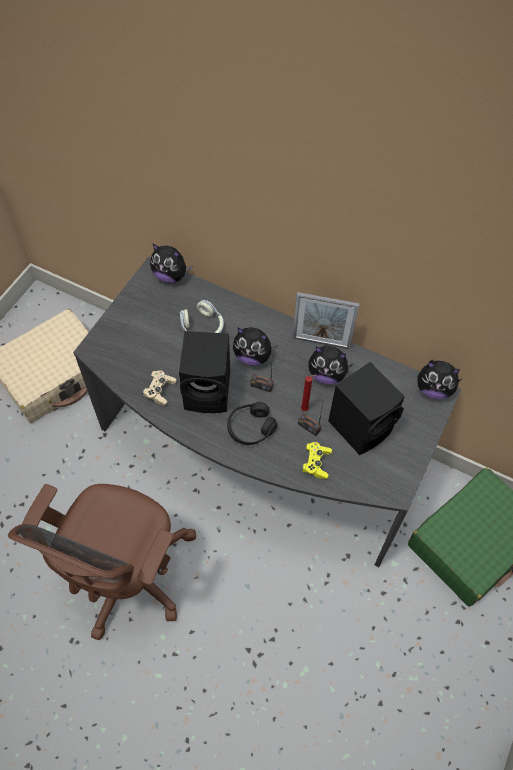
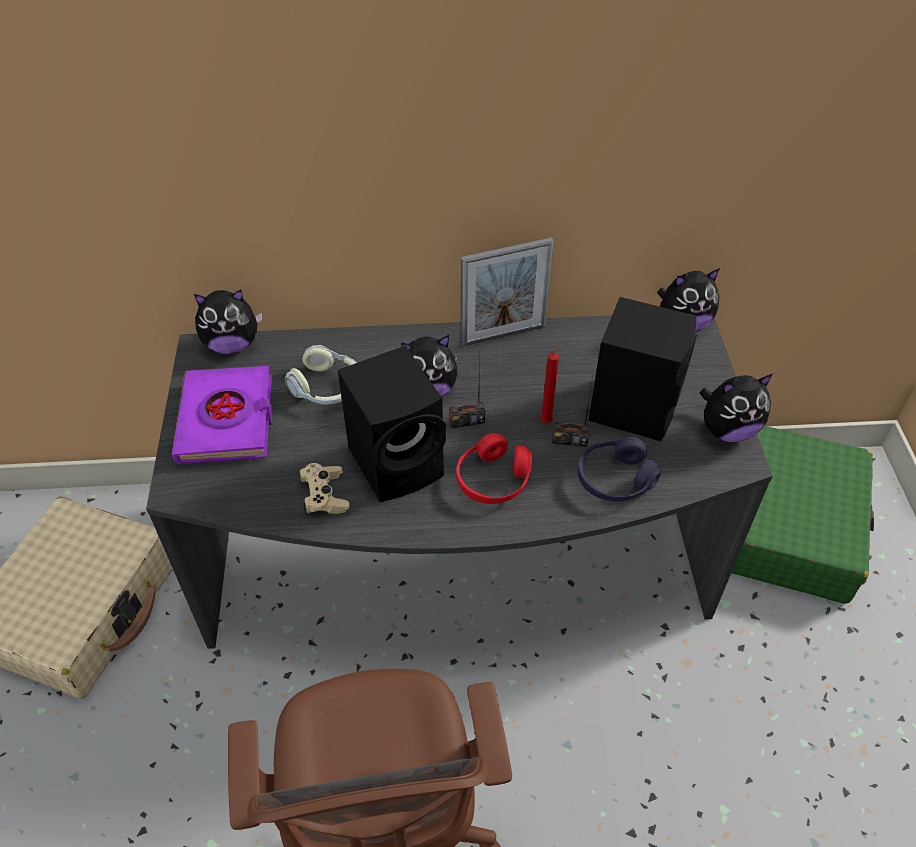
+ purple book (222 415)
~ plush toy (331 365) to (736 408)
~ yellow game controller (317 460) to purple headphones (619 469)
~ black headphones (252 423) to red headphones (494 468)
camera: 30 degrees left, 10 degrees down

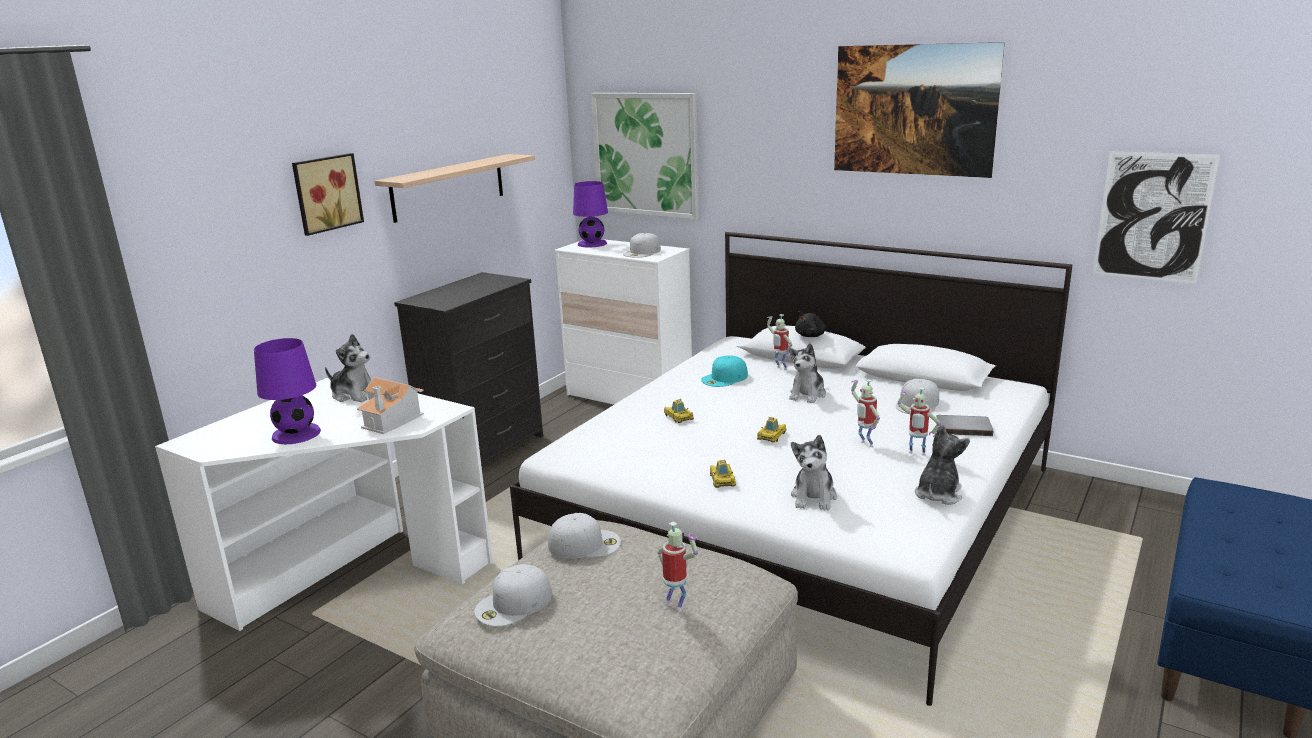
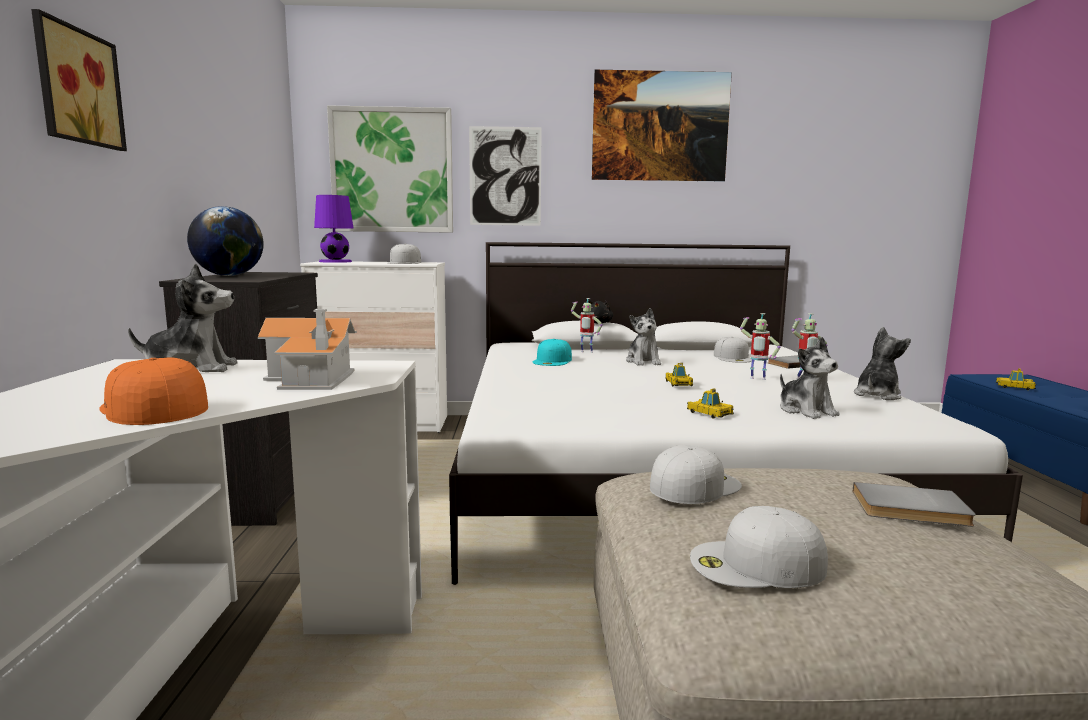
- shelf (454 188)
+ globe (225 241)
~ toy car (679 411) to (1016 379)
~ picture (1156 217) to (505 176)
~ purple table lamp (287 391) to orange cap (153 391)
~ toy robot (678 567) to grey book (914 504)
~ white cap (513 595) = (759 547) 75 degrees clockwise
~ plush toy (942 465) = (882 363) 45 degrees clockwise
camera: 35 degrees left, 10 degrees down

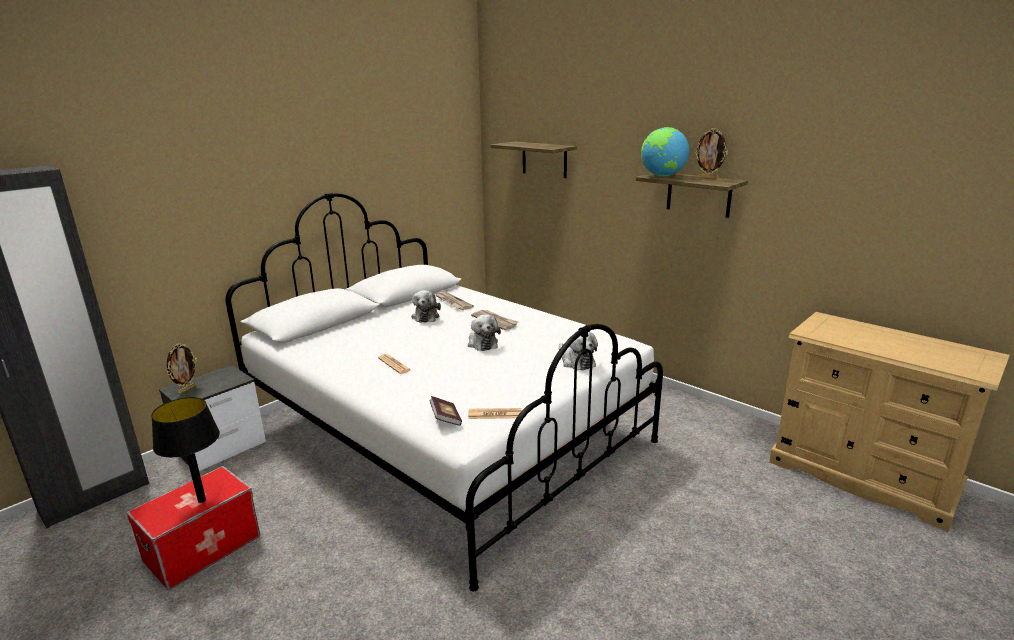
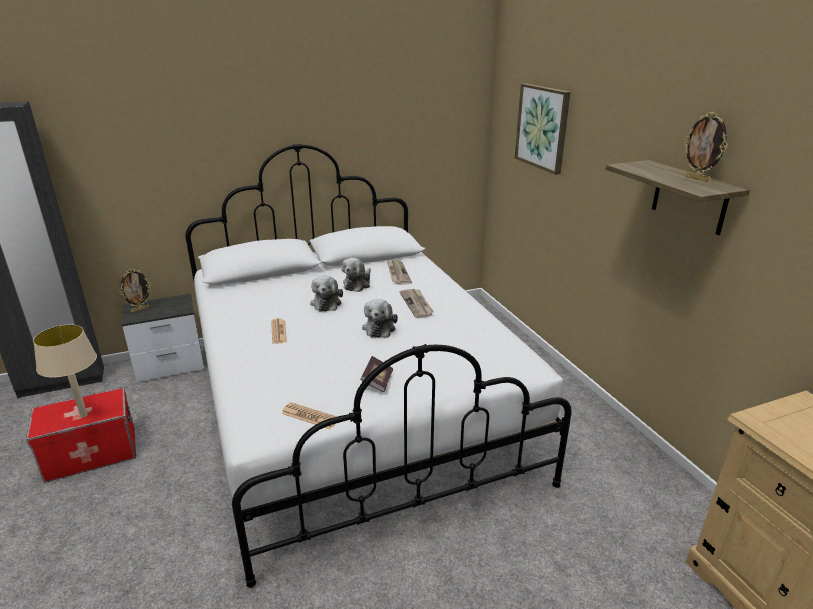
- globe (665 152)
~ book (445 411) to (376 374)
~ plush toy (578 351) to (326 293)
~ shelf (534 159) to picture (542 129)
~ black table lamp (185 450) to beige table lamp (65 371)
camera: 25 degrees right, 5 degrees up

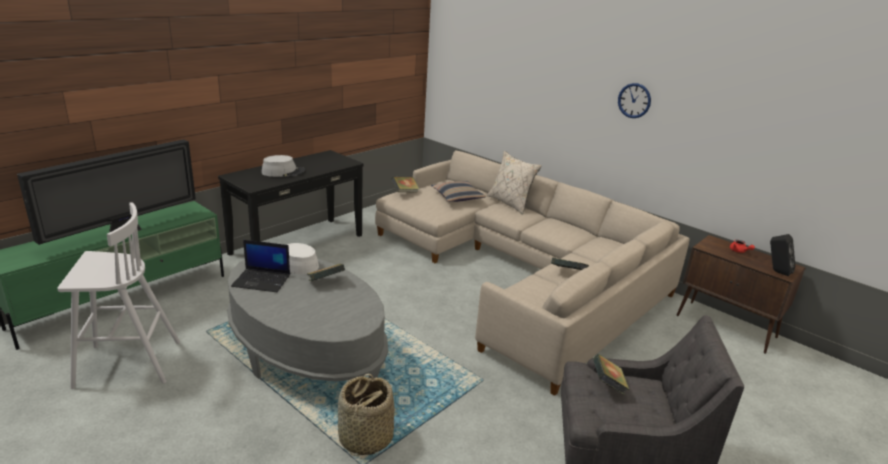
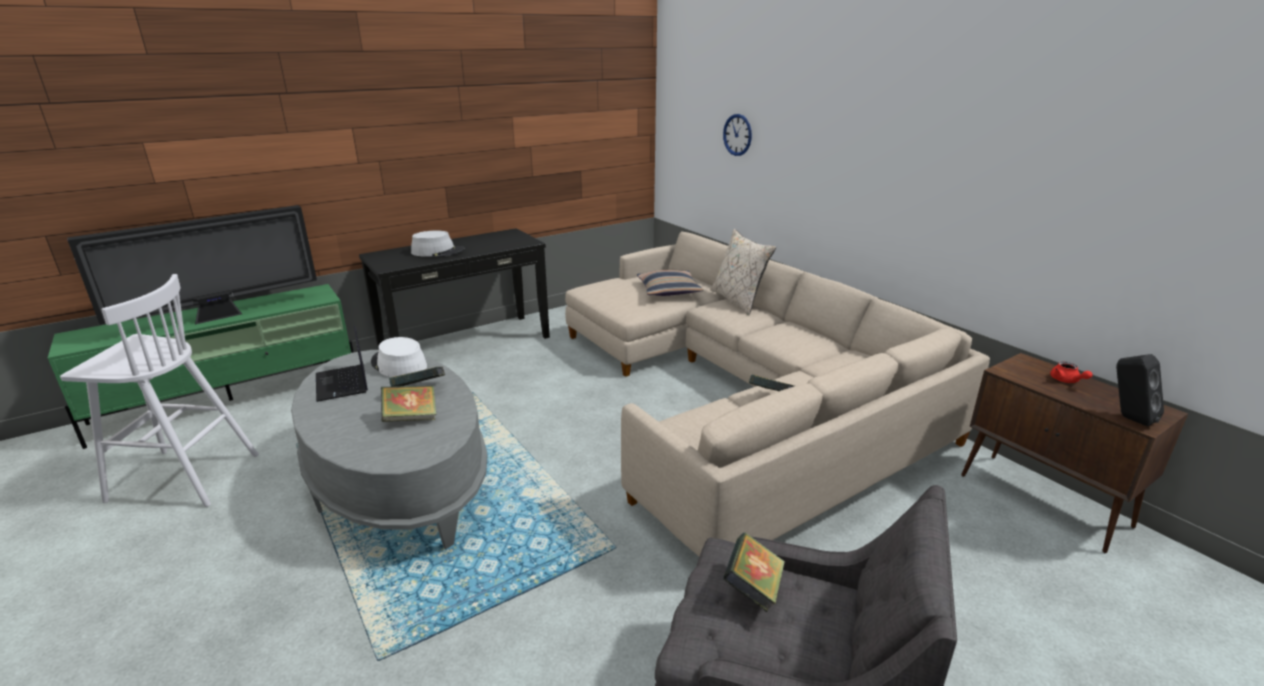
- basket (366 414)
~ book (405 185) to (408 403)
~ wall clock (634 100) to (737 135)
~ laptop (260 266) = (342 364) 45 degrees clockwise
camera: 15 degrees right, 0 degrees up

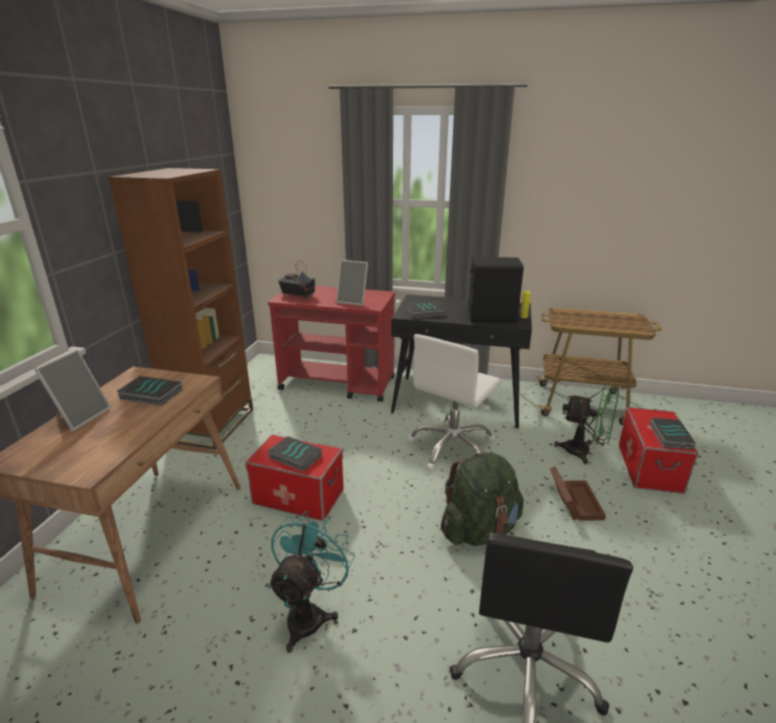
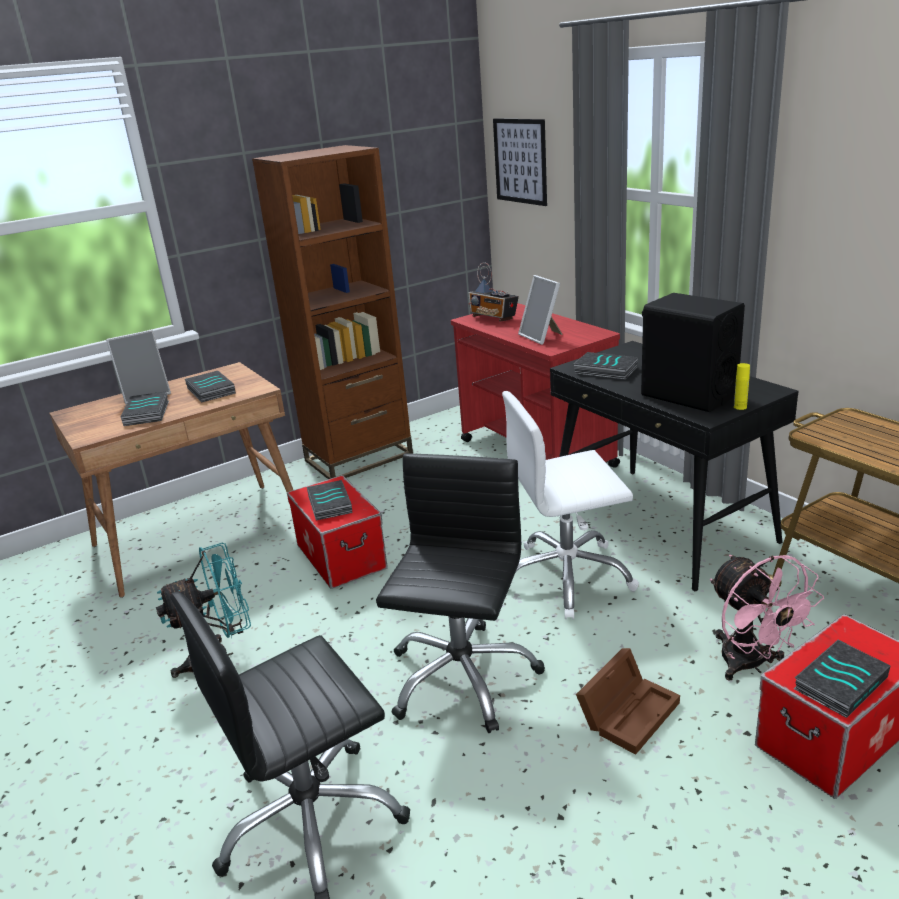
+ book (144 408)
+ picture (520 162)
~ green backpack (482 499) to black office chair (460 593)
~ green fan (586 425) to pink fan (767 618)
~ radio (297 279) = (493 292) 150 degrees clockwise
camera: 45 degrees right, 0 degrees up

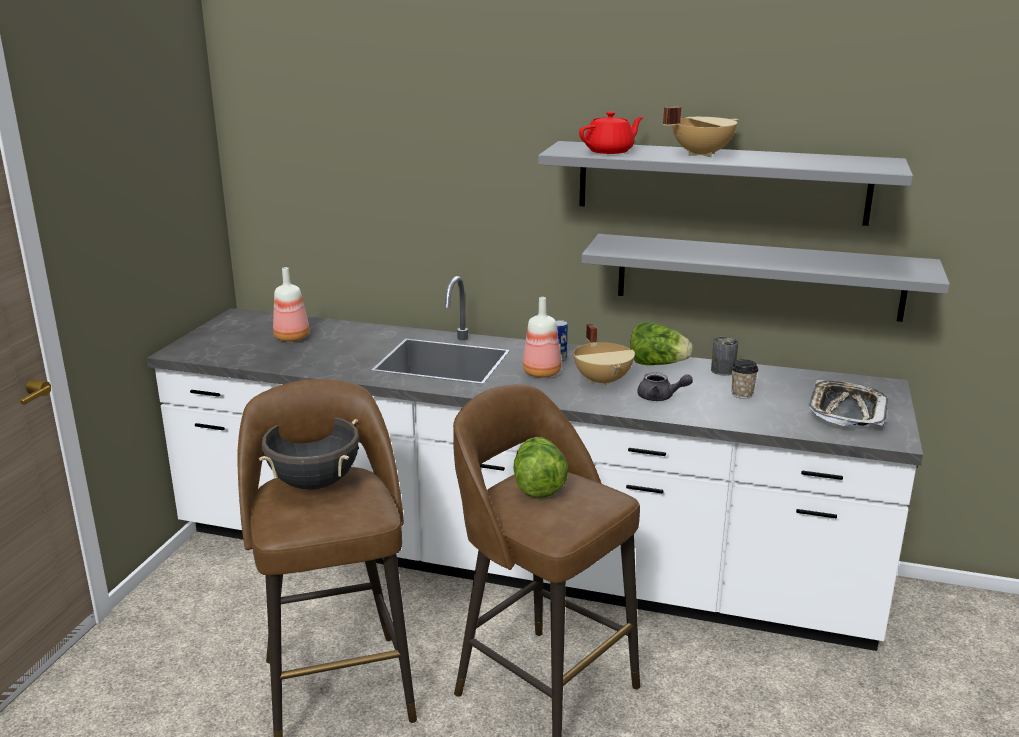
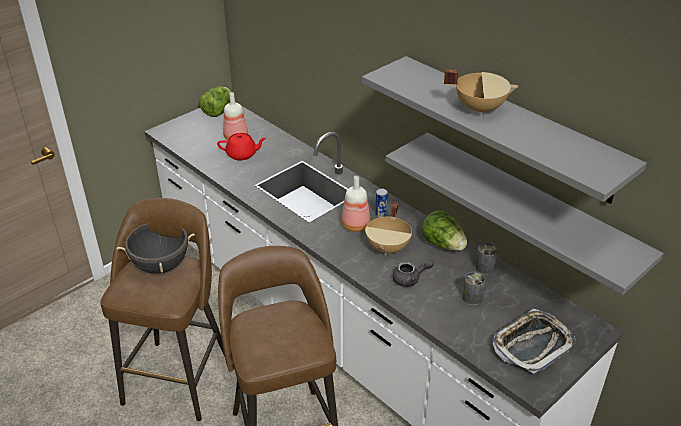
~ lettuce (540 467) to (215 102)
~ red teapot (611 133) to (241 147)
~ cup (745 379) to can (474 288)
~ grey teapot (665 386) = (413 273) 60 degrees counterclockwise
camera: 30 degrees right, 15 degrees up

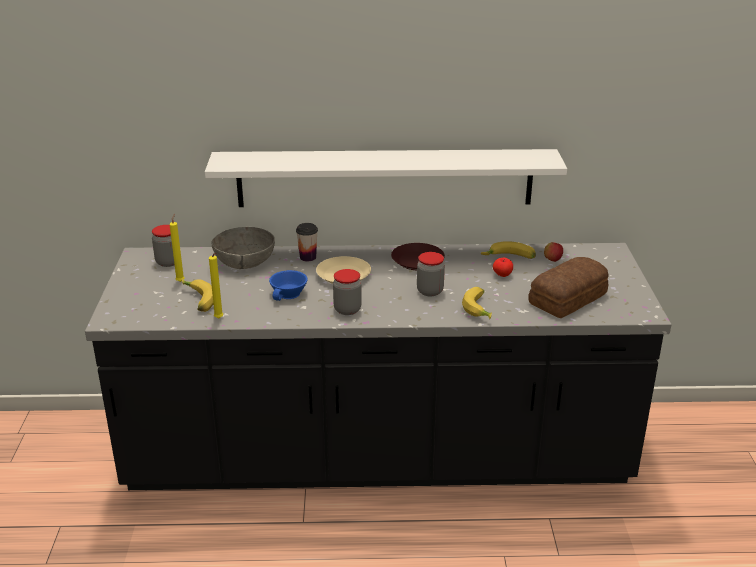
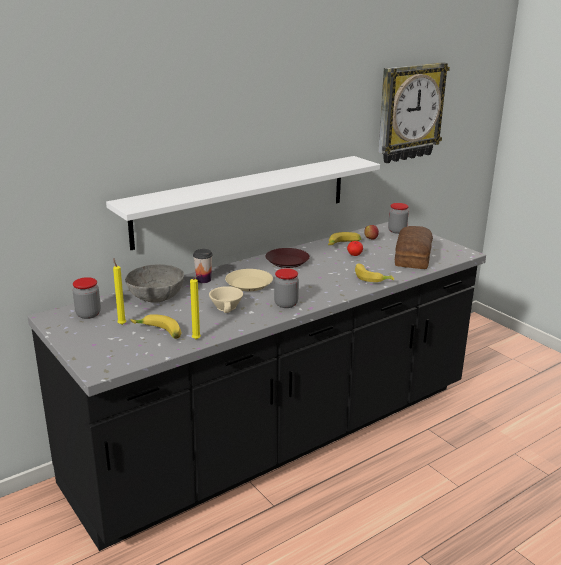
+ wall clock (414 112)
~ jar (431 274) to (398 218)
~ blue cup (288 285) to beige cup (226 299)
camera: 35 degrees left, 5 degrees down

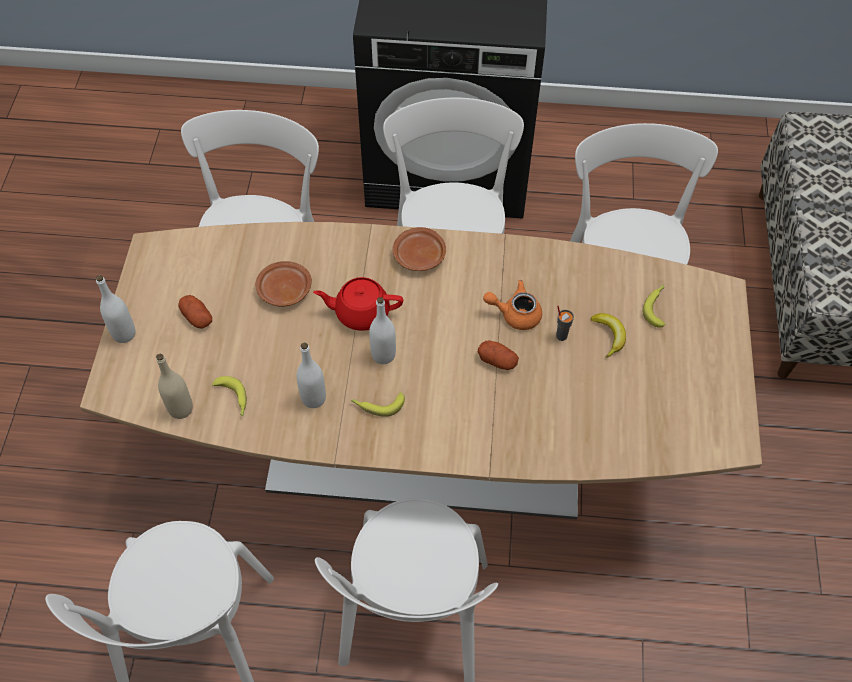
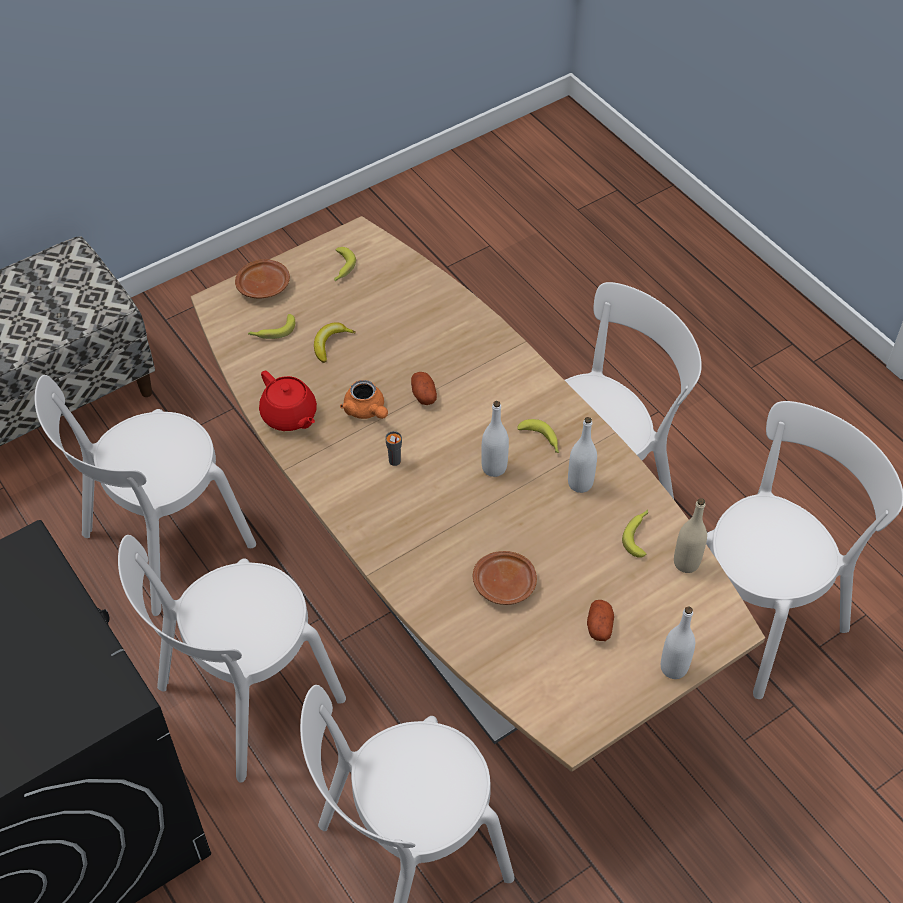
+ banana (345 264)
~ red teapot (358 304) to (288 401)
~ brown plate (419 249) to (262 279)
~ grey cup (565 323) to (393 448)
camera: 130 degrees left, 5 degrees down

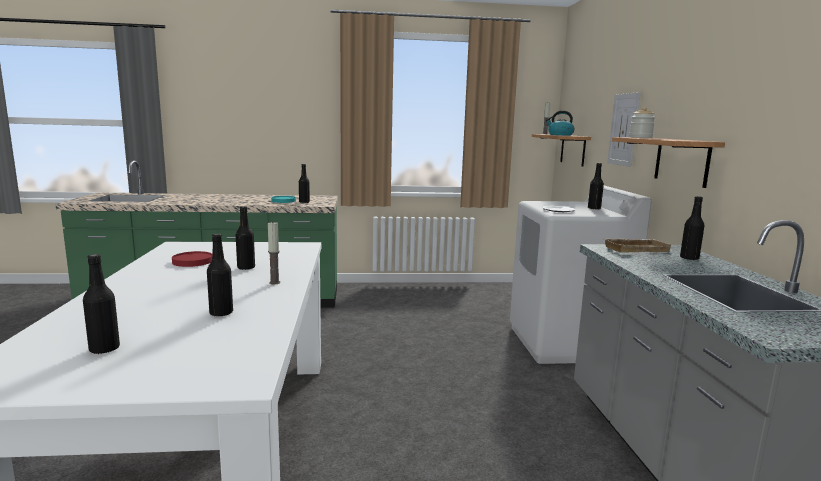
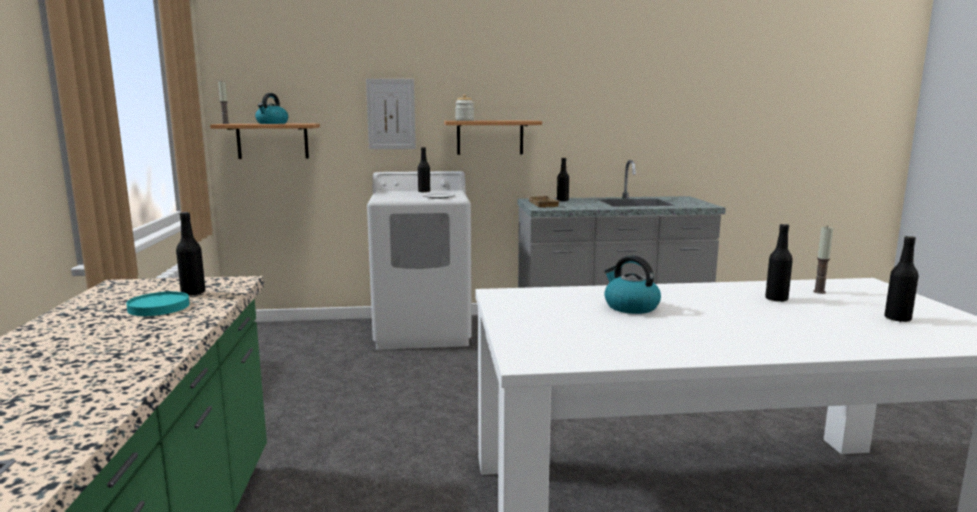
- red plate (192 259)
~ candle (274 253) to (823 259)
~ black bottle (245 238) to kettle (632 284)
camera: 90 degrees left, 0 degrees up

